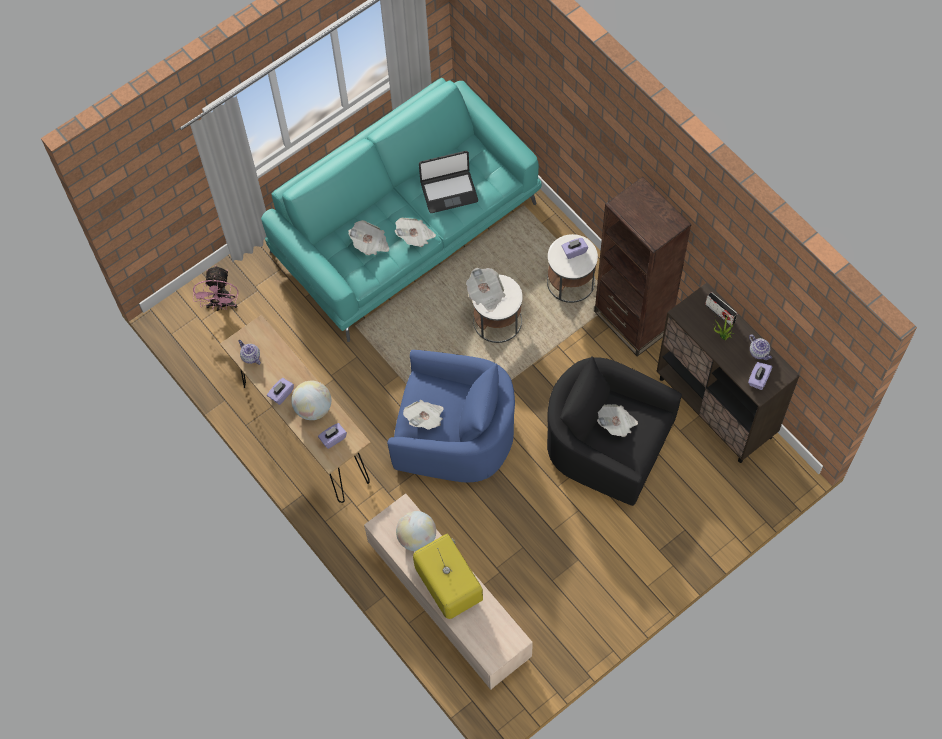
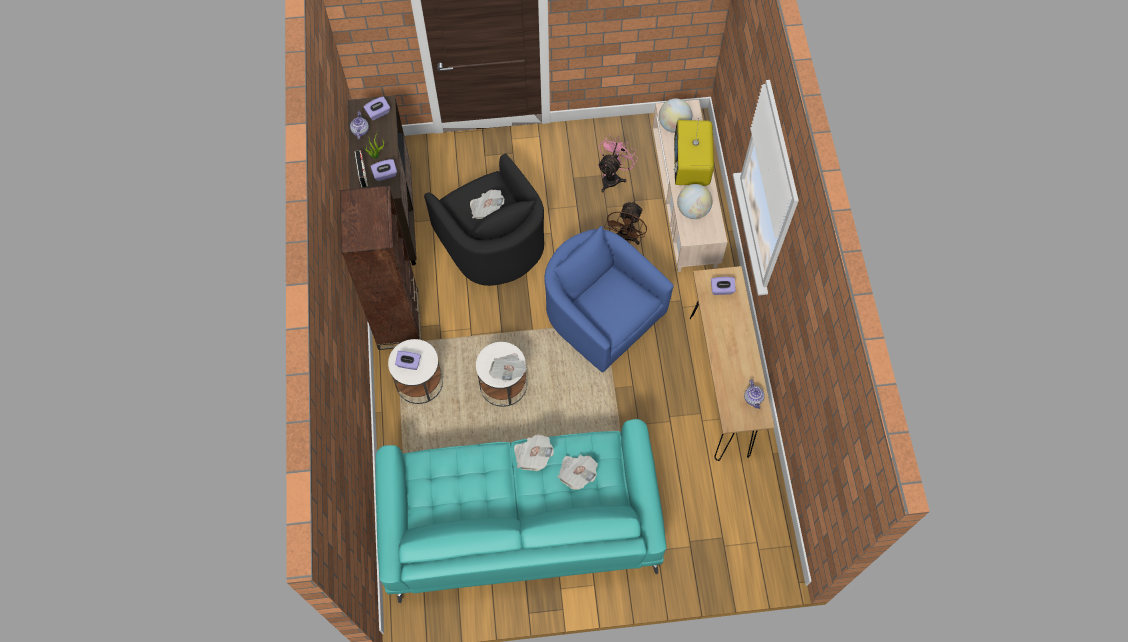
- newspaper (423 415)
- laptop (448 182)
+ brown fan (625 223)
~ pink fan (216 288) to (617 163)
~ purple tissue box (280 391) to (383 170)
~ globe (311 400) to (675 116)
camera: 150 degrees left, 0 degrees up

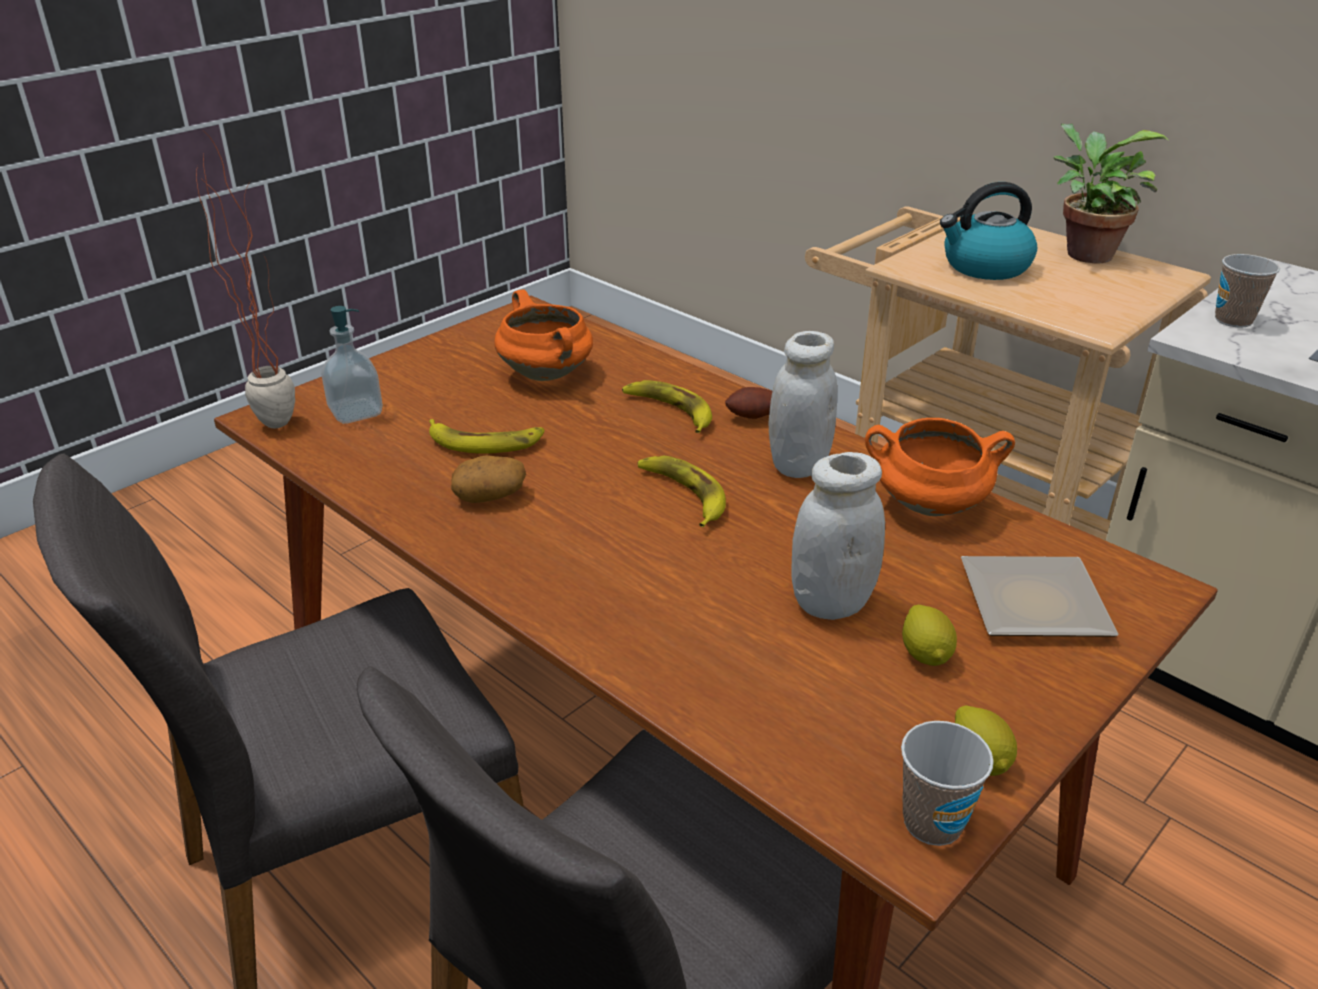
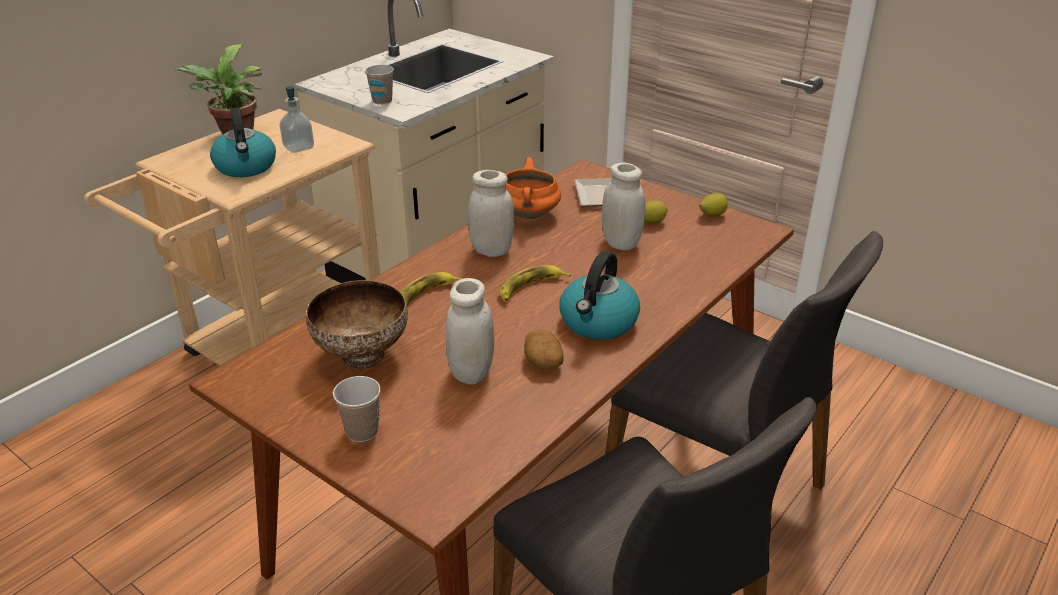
- potted plant (245 280)
- potato (748 403)
+ kettle (600 295)
~ soap dispenser (352 365) to (297 119)
~ cup (947 783) to (357 409)
~ banana (487 436) to white jar (470 331)
~ orange cooking pot (543 335) to bowl (357 324)
camera: 95 degrees left, 0 degrees up

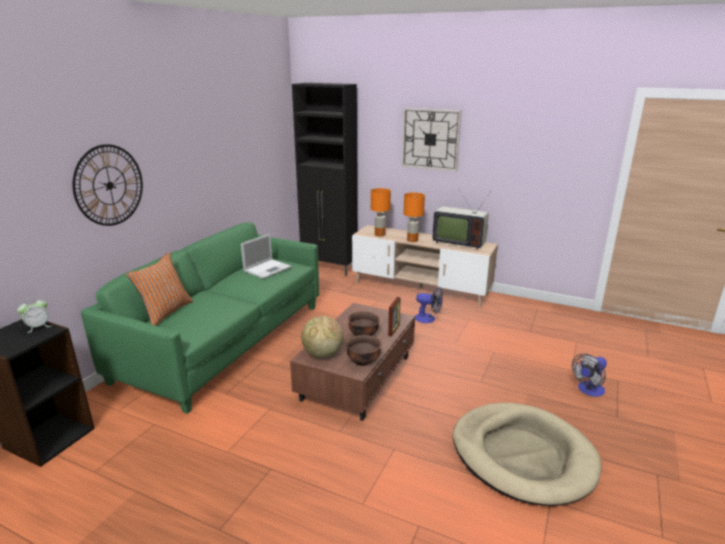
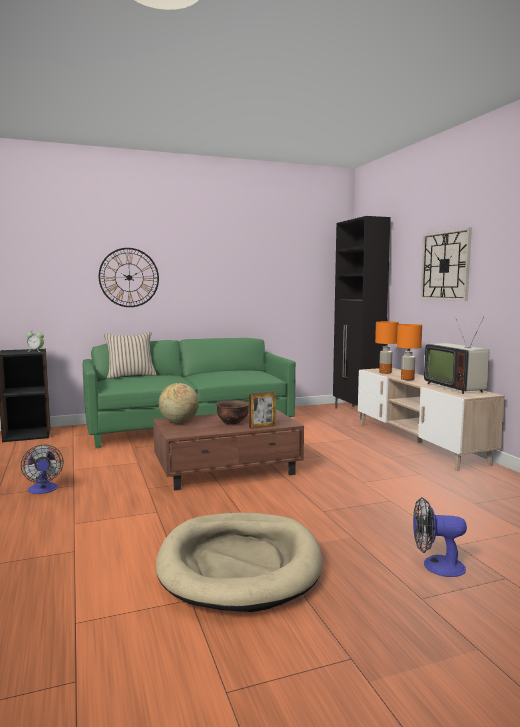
- laptop (266 256)
- brown bowl (363 350)
~ fan (429 305) to (42 469)
~ orange pillow (159 288) to beige pillow (130 355)
camera: 45 degrees right, 15 degrees down

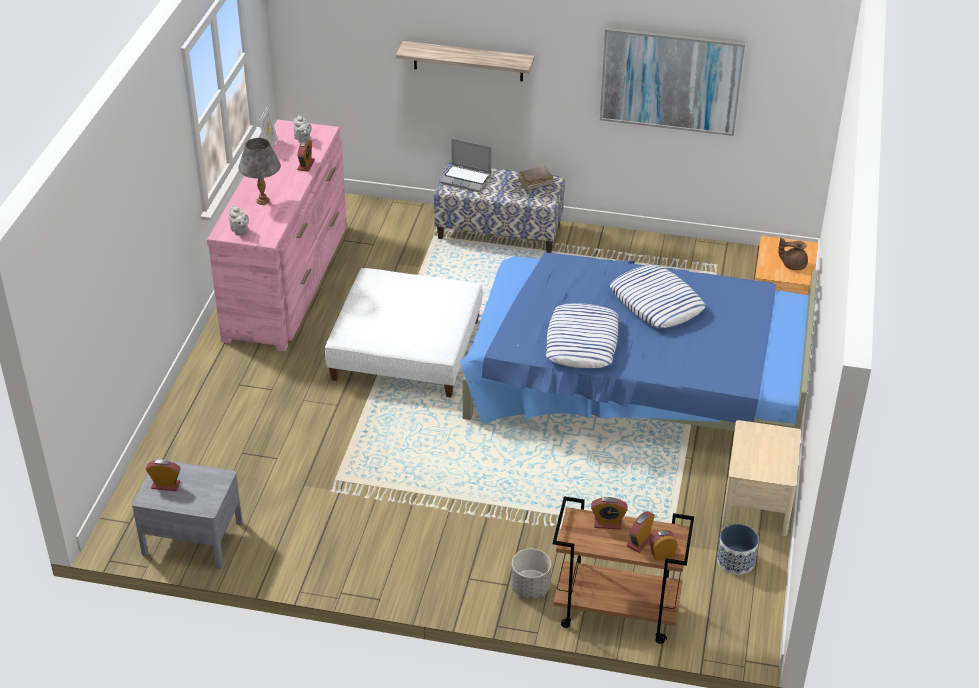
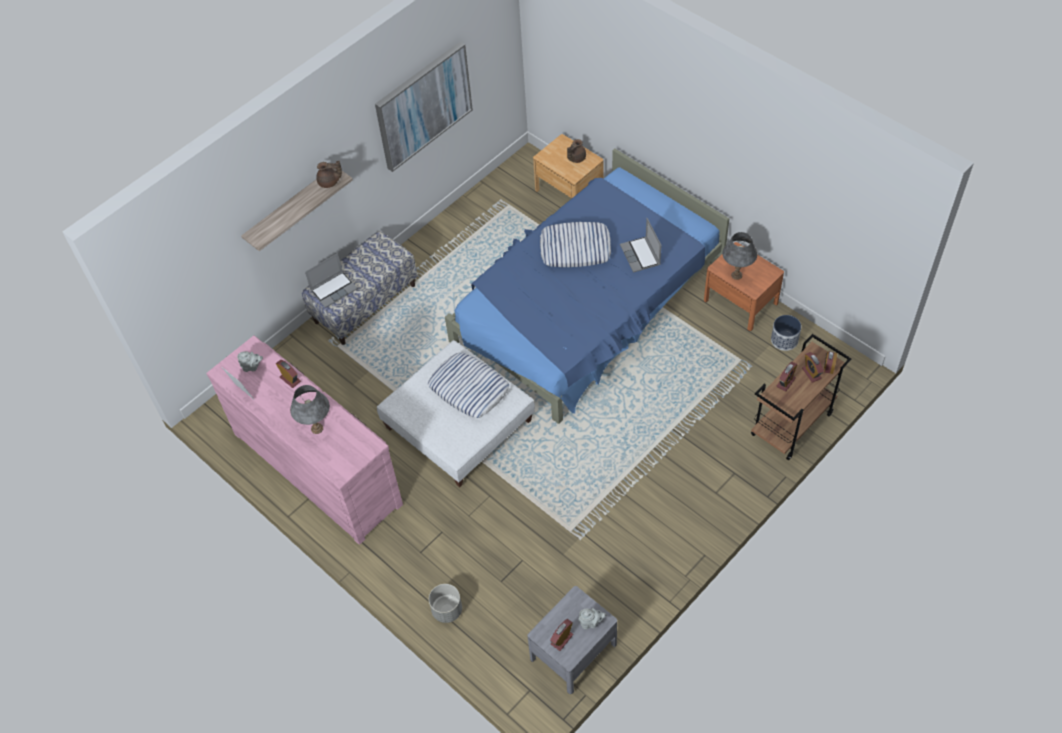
- brown book (535 178)
+ brown teapot (329 174)
+ laptop (640 245)
+ grey table lamp (739 256)
~ grey teapot (239 220) to (592 618)
~ grey planter (531 574) to (445 603)
~ pillow (582 335) to (468 385)
~ beige nightstand (761 478) to orange nightstand (744 286)
camera: 55 degrees left, 15 degrees up

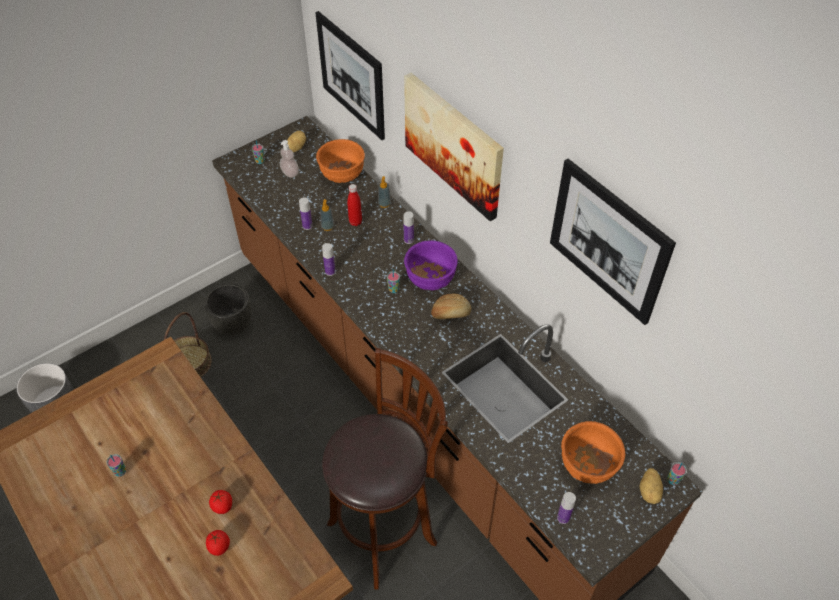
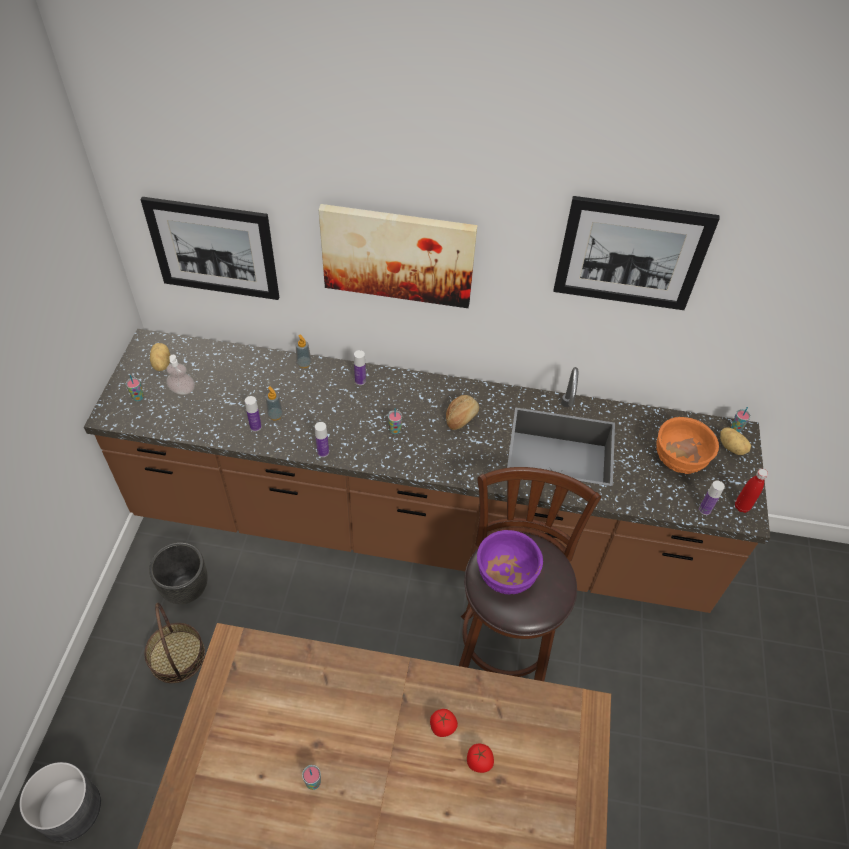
- orange bowl (340 161)
~ red bottle (354 205) to (751 491)
~ purple bowl (431 265) to (510 562)
camera: 45 degrees left, 0 degrees up

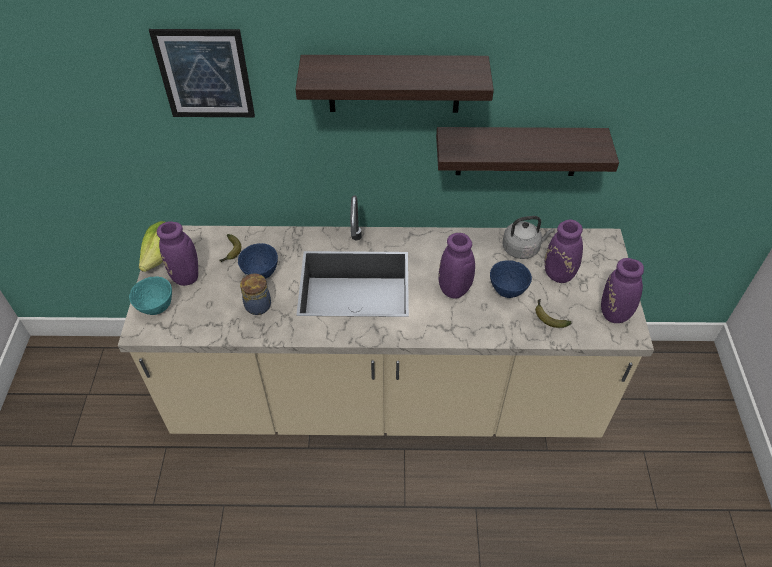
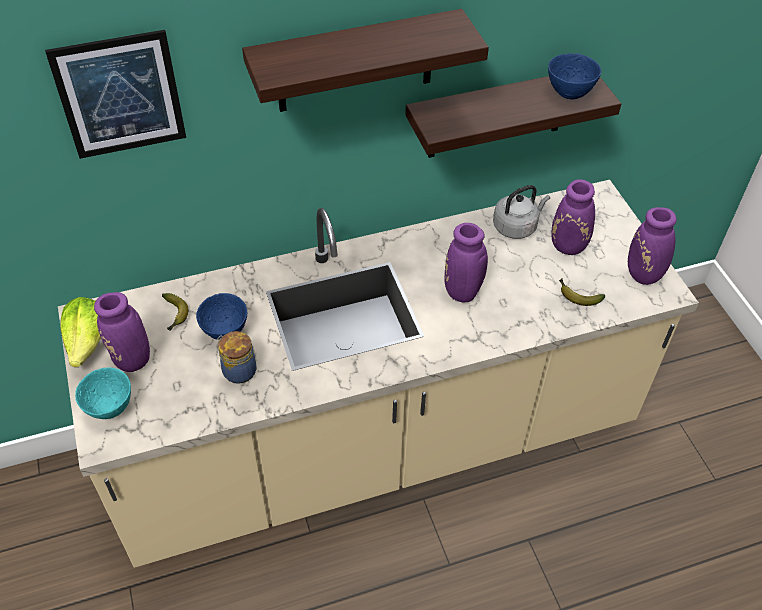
~ blue bowl (511 279) to (574 76)
camera: 20 degrees left, 0 degrees up

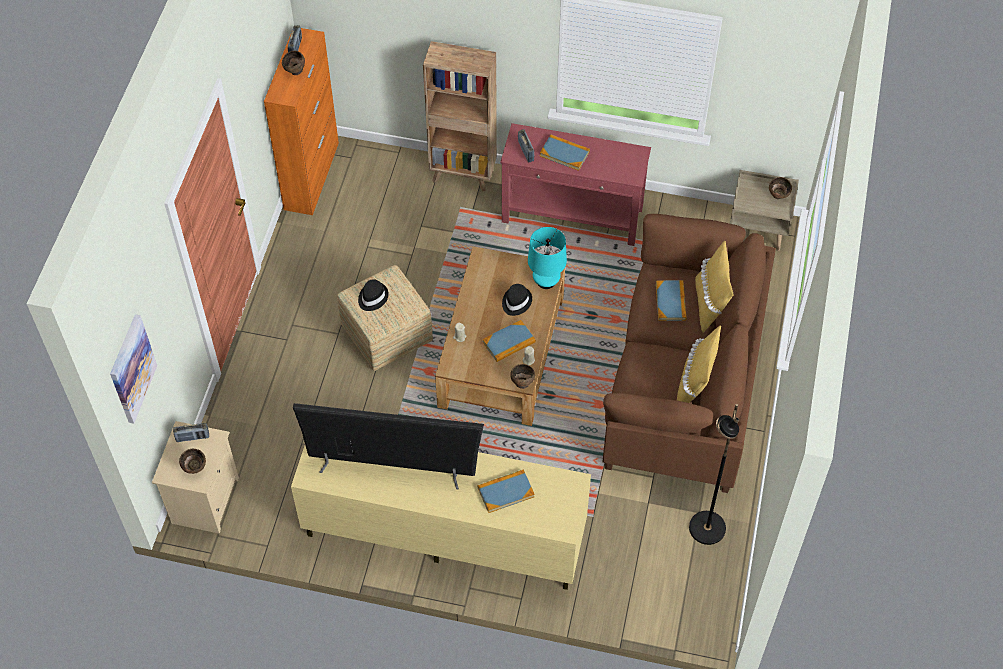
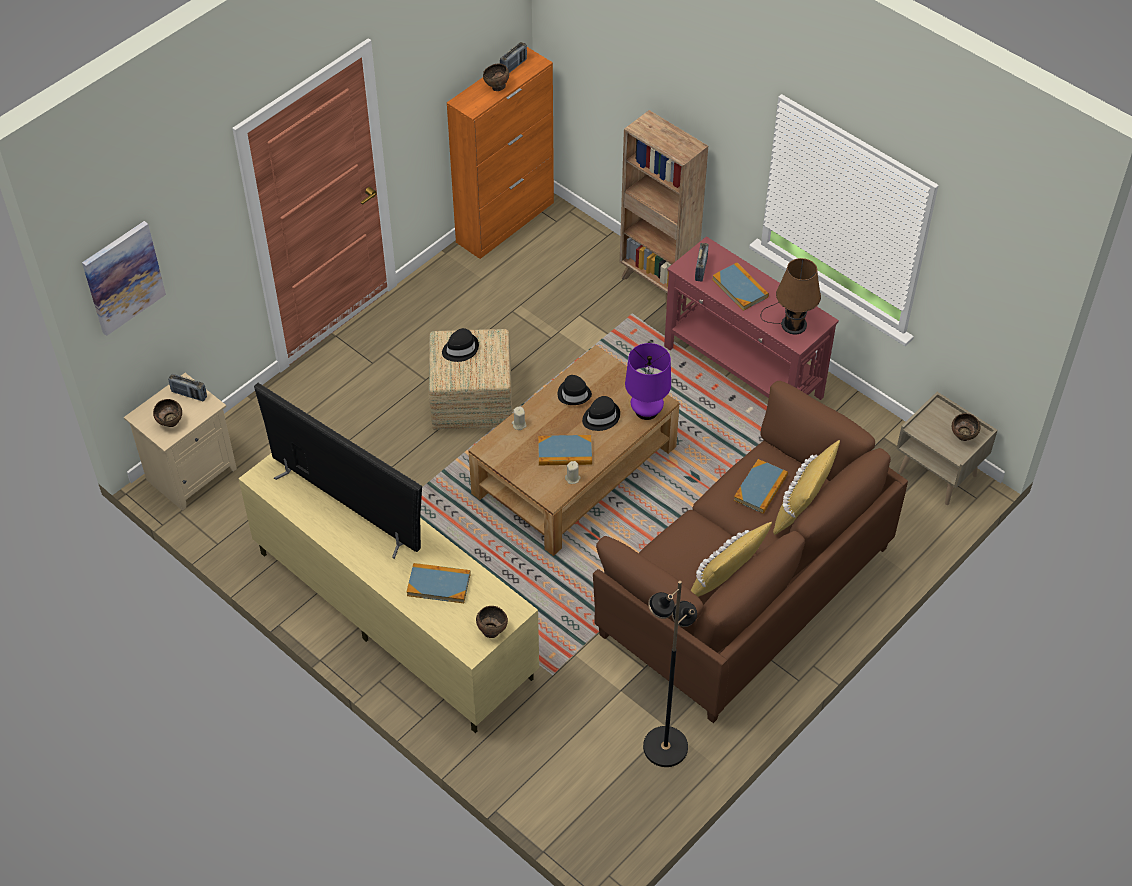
+ black hat (574 390)
+ brown table lamp (791 296)
~ brown bowl (522 376) to (492 622)
~ turquoise table lamp (547 258) to purple table lamp (648 381)
camera: 30 degrees right, 5 degrees down

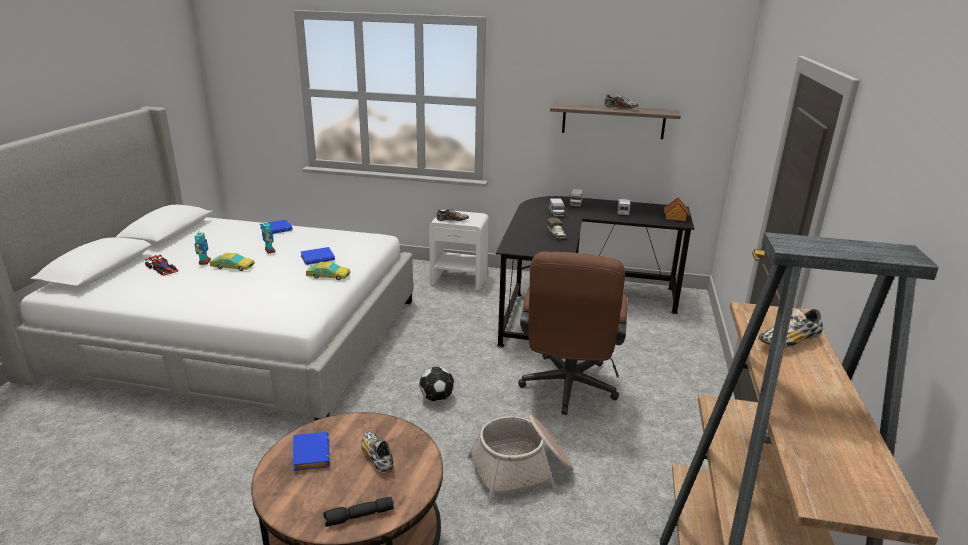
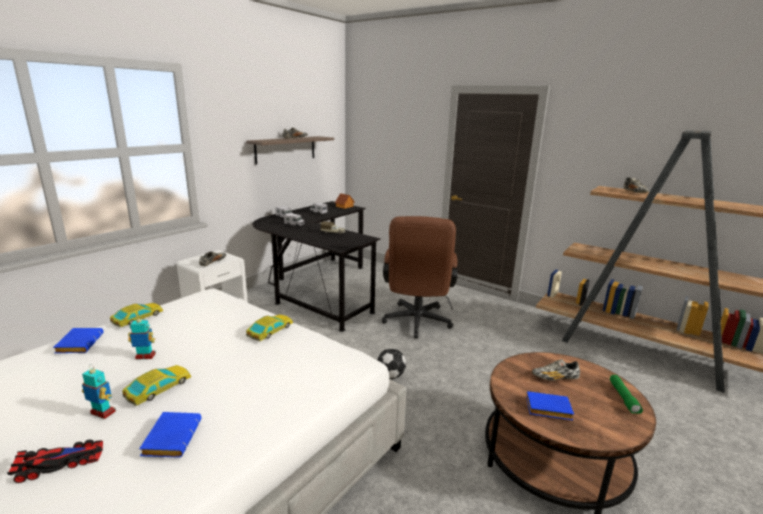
- basket (520 459)
+ toy car (136 315)
~ blue book (317 256) to (170 435)
~ black flashlight (358 512) to green flashlight (626 394)
~ brown office chair (573 333) = (419 277) 60 degrees clockwise
camera: 65 degrees left, 5 degrees down

